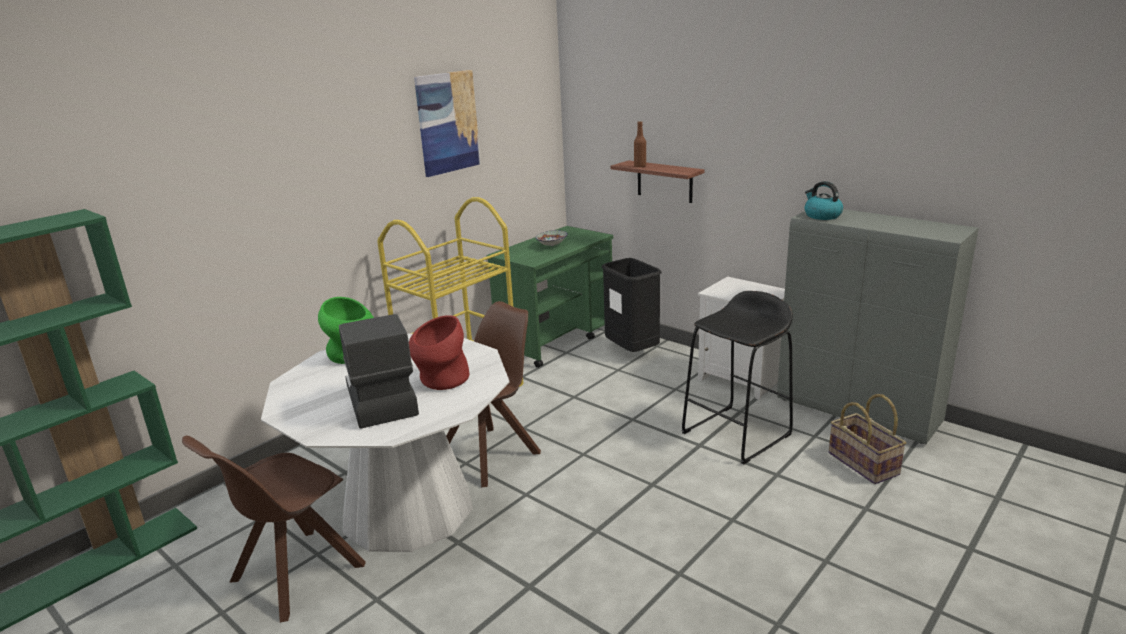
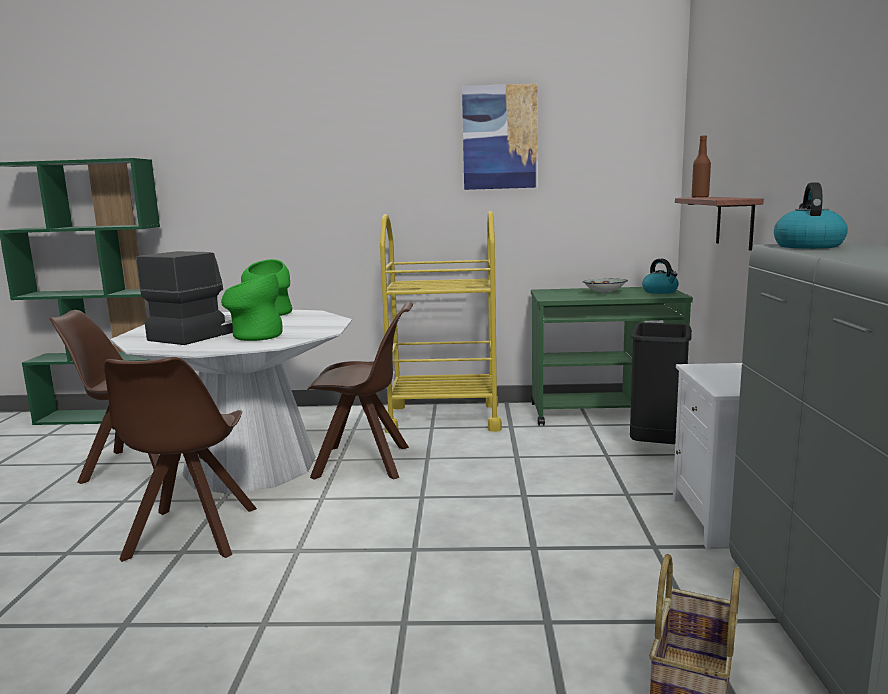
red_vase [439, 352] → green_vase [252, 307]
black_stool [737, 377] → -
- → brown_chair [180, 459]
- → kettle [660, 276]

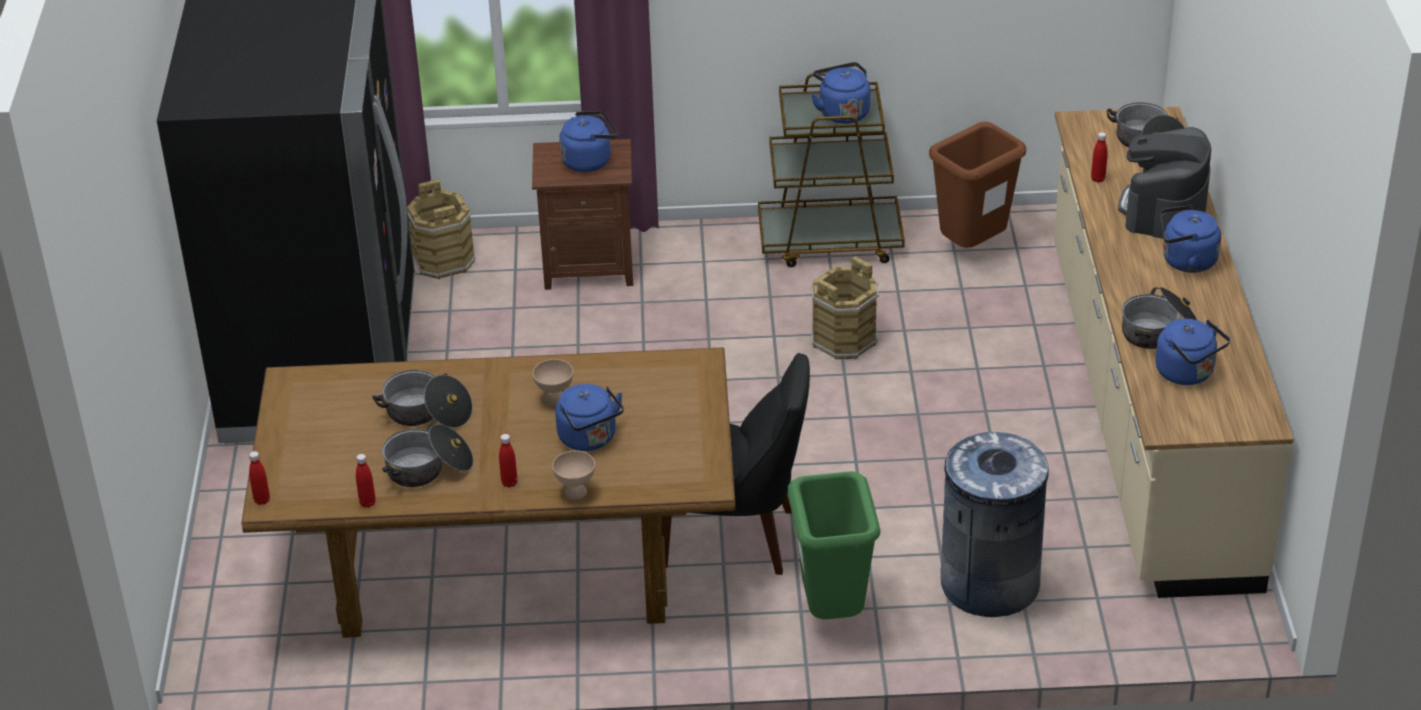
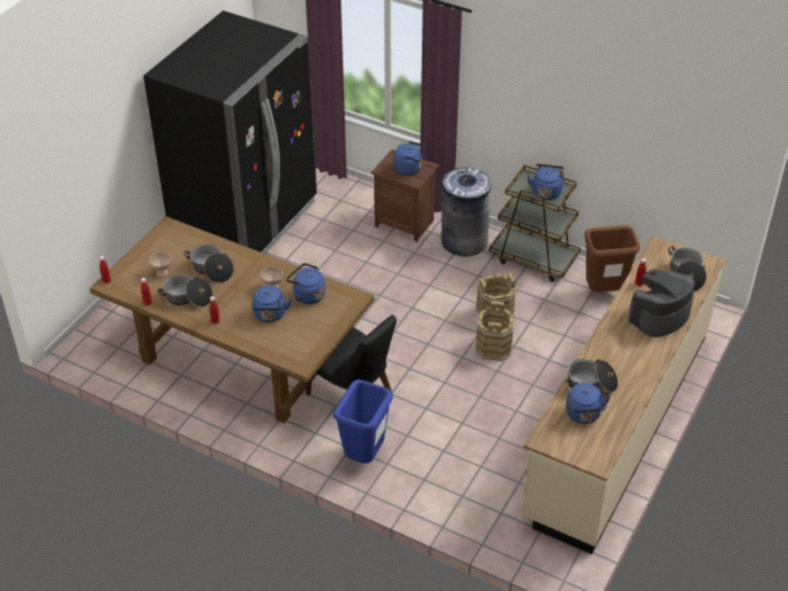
brown_bucket [441, 229] → brown_bucket [495, 331], relocated
beige_bowl [573, 475] → beige_bowl [160, 264], relocated
green_trash_can [833, 545] → blue_trash_can [363, 422]
grey_trash_can [994, 524] → grey_trash_can [466, 212], relocated
blue_kettle [1191, 239] → blue_kettle [305, 283], relocated

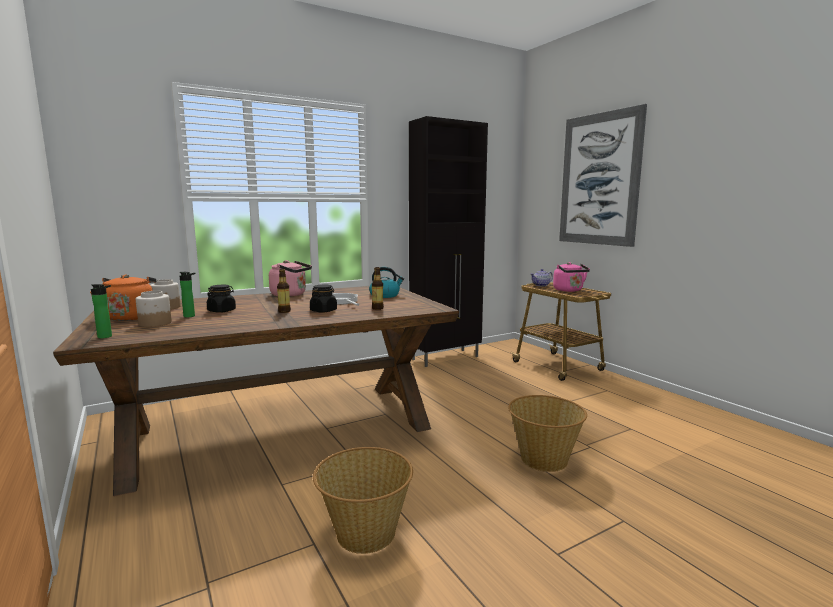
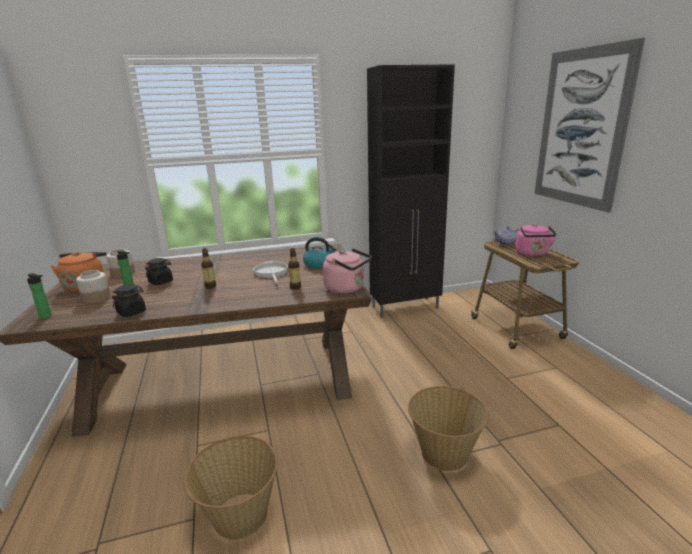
pink_kettle [290, 278] → pink_kettle [347, 271], relocated
black_jar [323, 298] → black_jar [129, 300], relocated

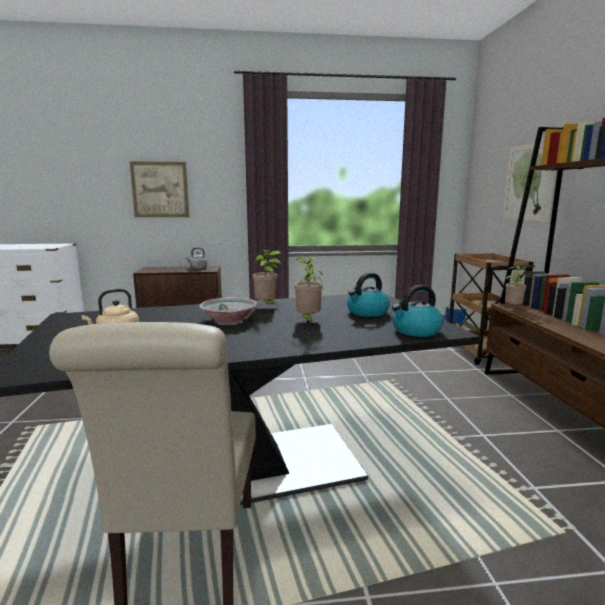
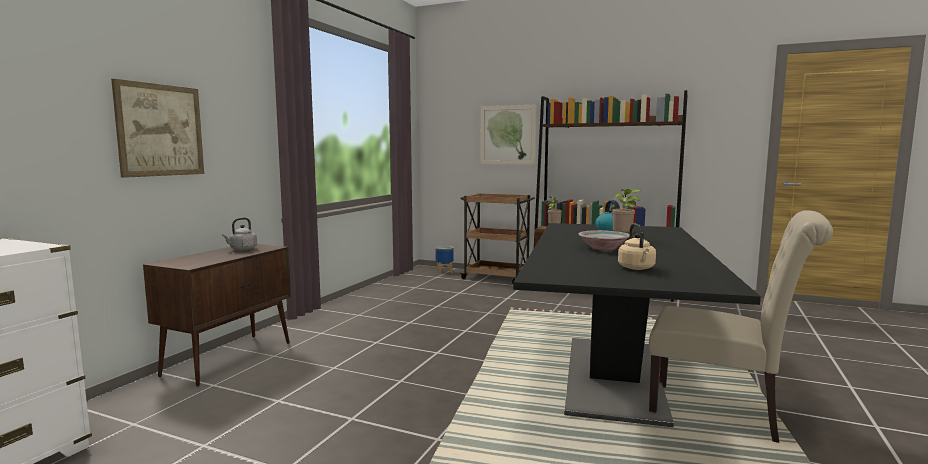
potted_plant [266, 278] → -
kettle [418, 311] → -

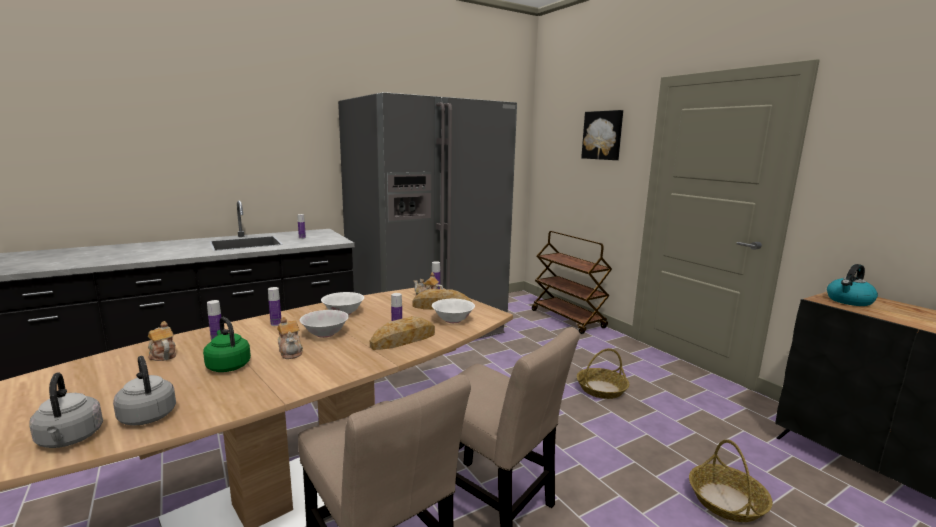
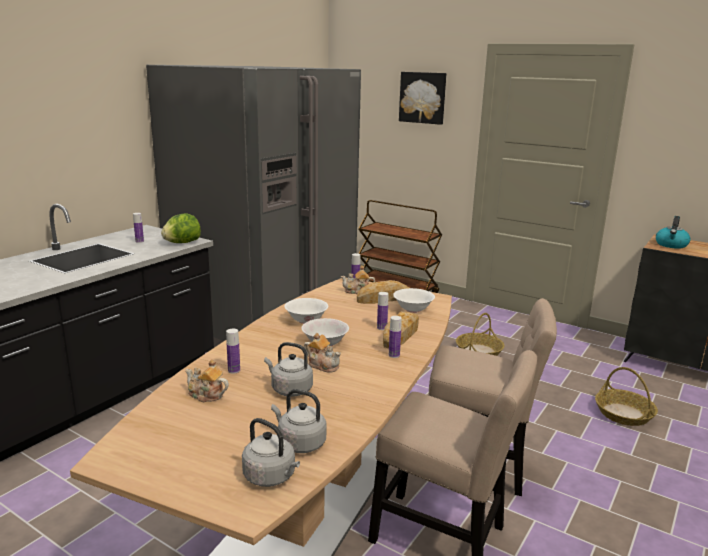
green_kettle [227, 344] → grey_kettle [288, 369]
bottle [274, 306] → bottle [395, 337], relocated
- → lettuce [181, 228]

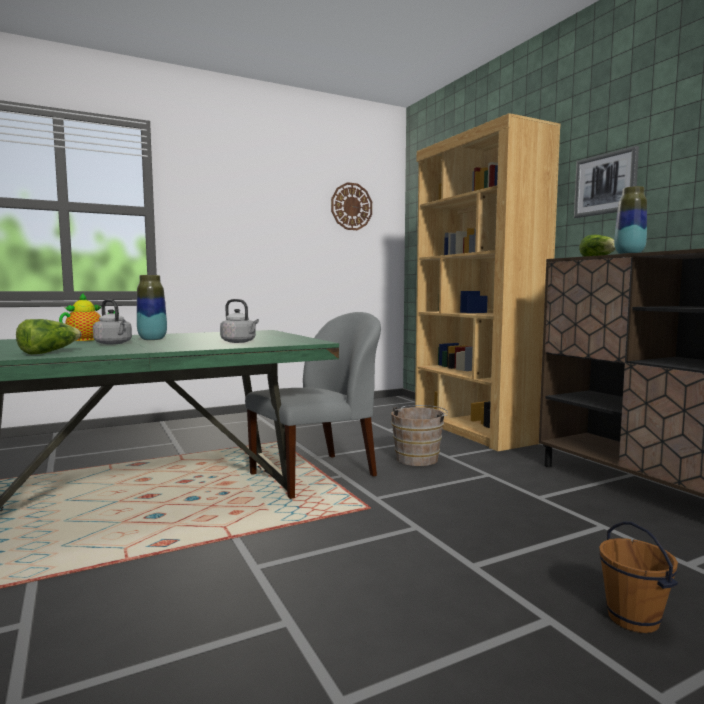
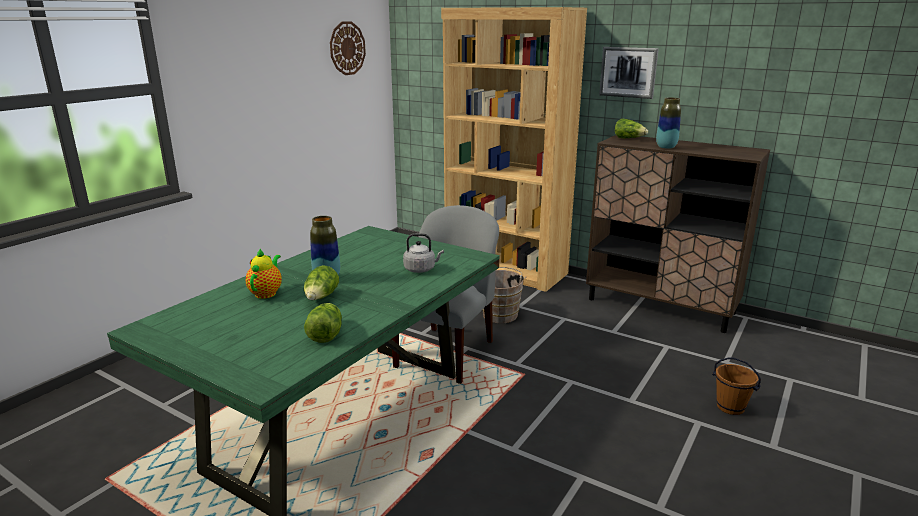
grey_kettle [112, 321] → lettuce [321, 282]

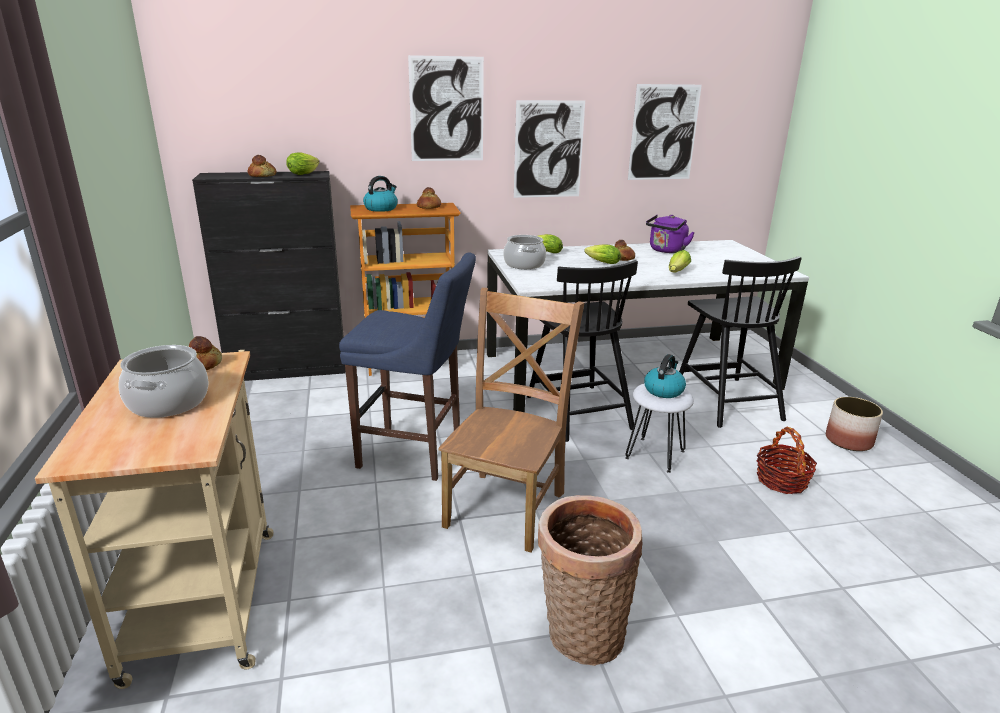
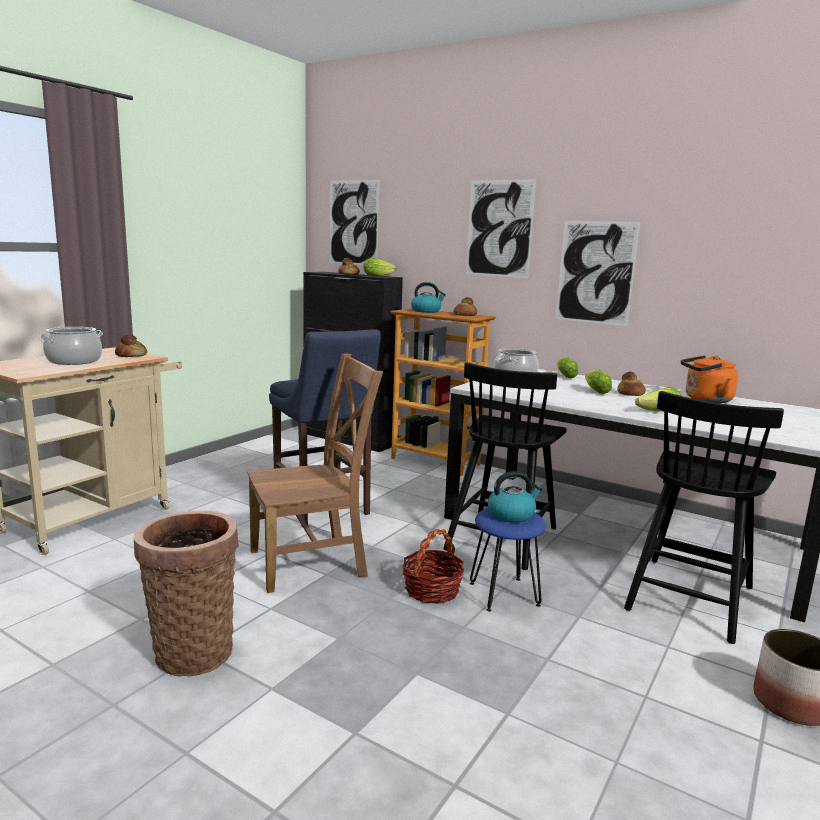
white_stool [659, 428] → blue_stool [508, 560]
picture [665, 132] → picture [354, 222], relocated
purple_kettle [670, 234] → orange_kettle [709, 379]
basket [787, 460] → basket [433, 566], relocated

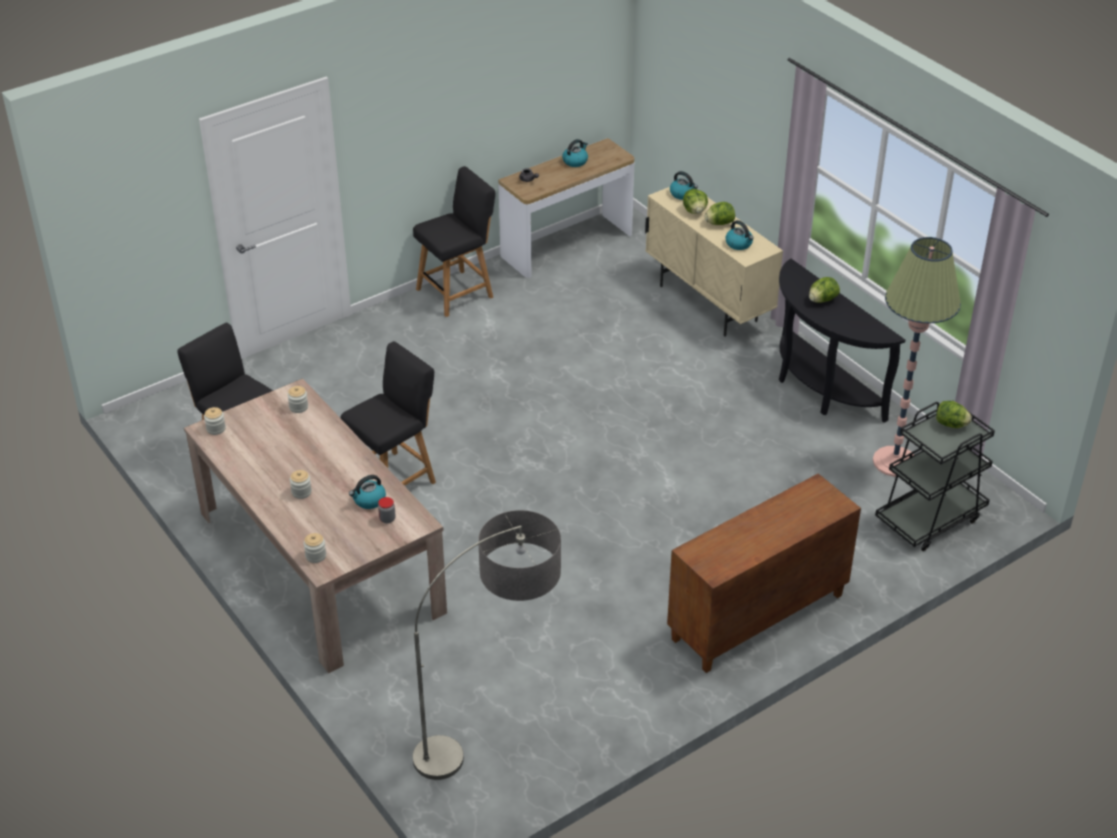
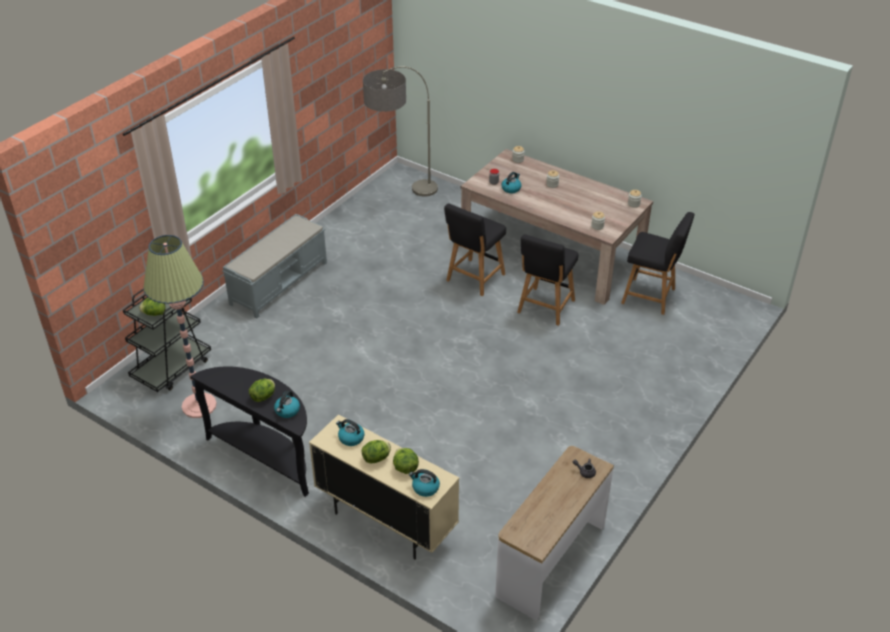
black_chair [454, 241] → black_chair [475, 249], relocated
kettle [575, 153] → kettle [287, 404], relocated
brown_cabinet [764, 573] → grey_bench [274, 266]

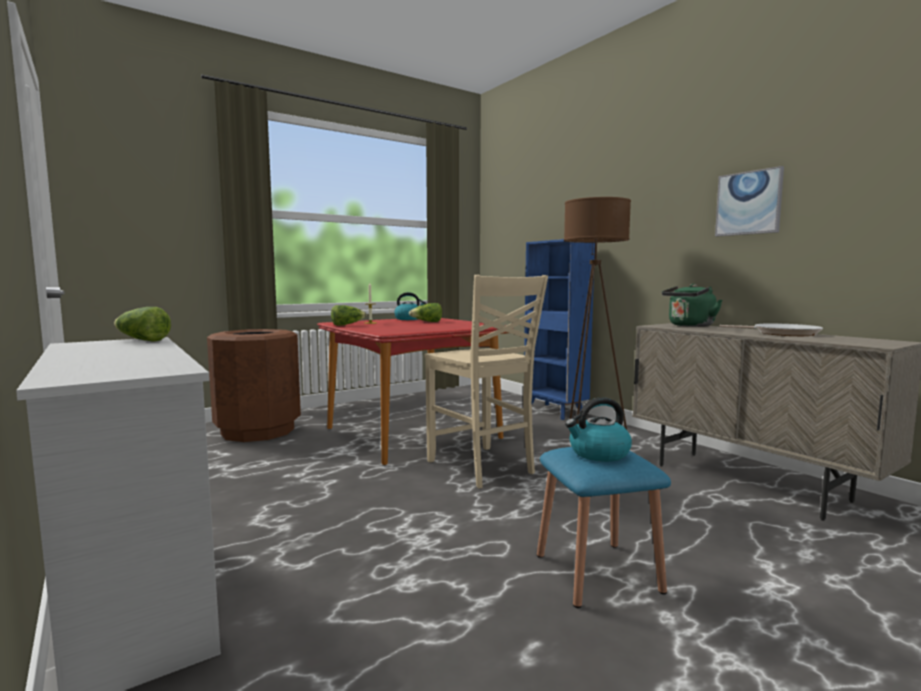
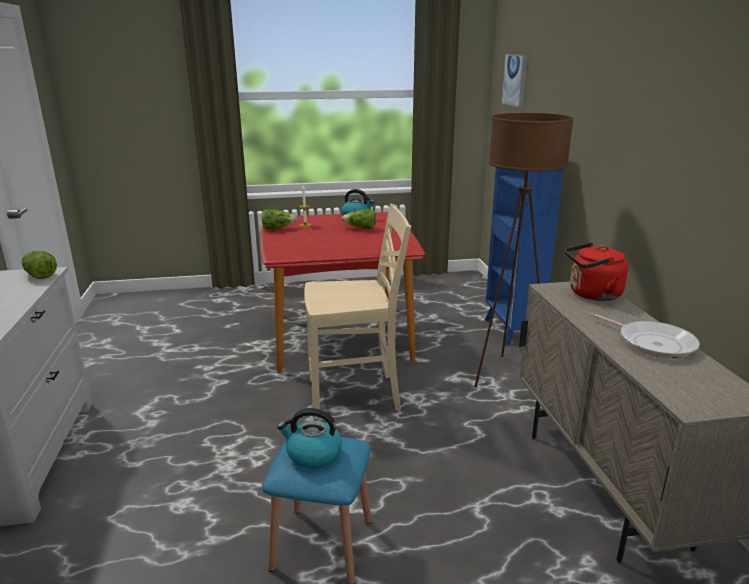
brown_trash_can [254, 385] → -
beige_chair [486, 381] → beige_chair [357, 312], 90 degrees counterclockwise
green_kettle [692, 305] → red_kettle [596, 271]
picture [749, 201] → picture [514, 81], relocated

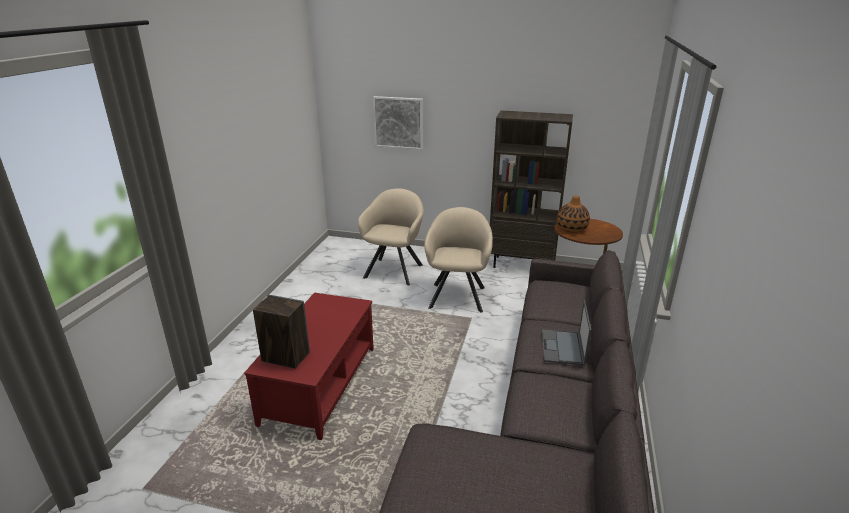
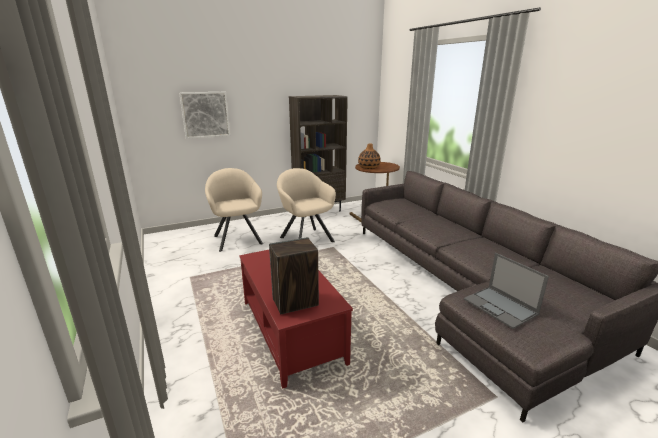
laptop [566, 333] → laptop [506, 291], relocated

